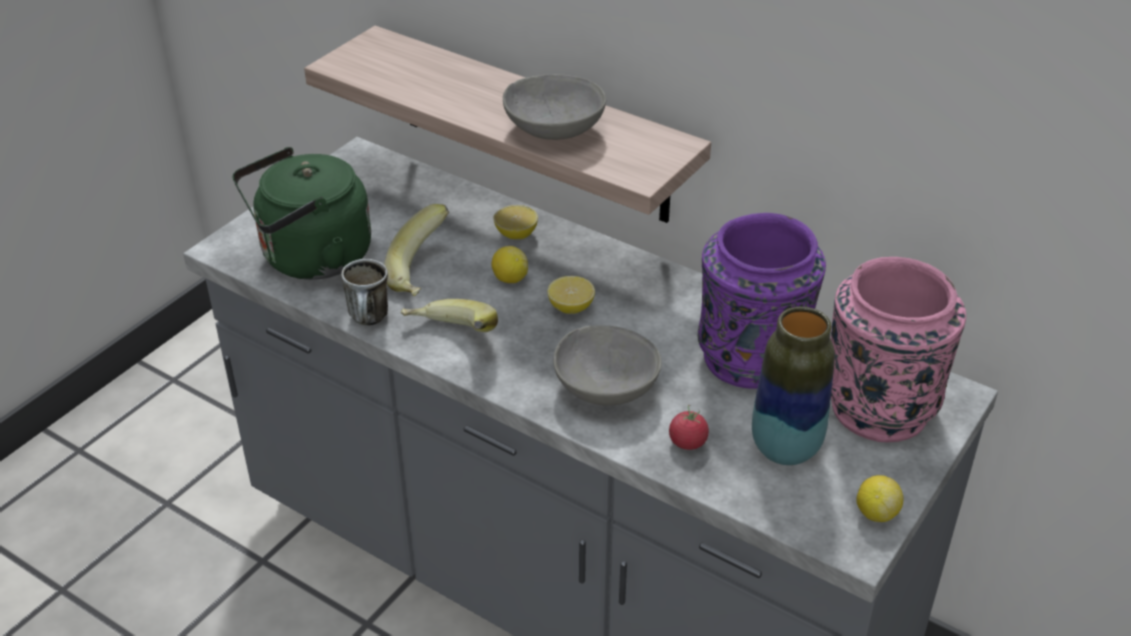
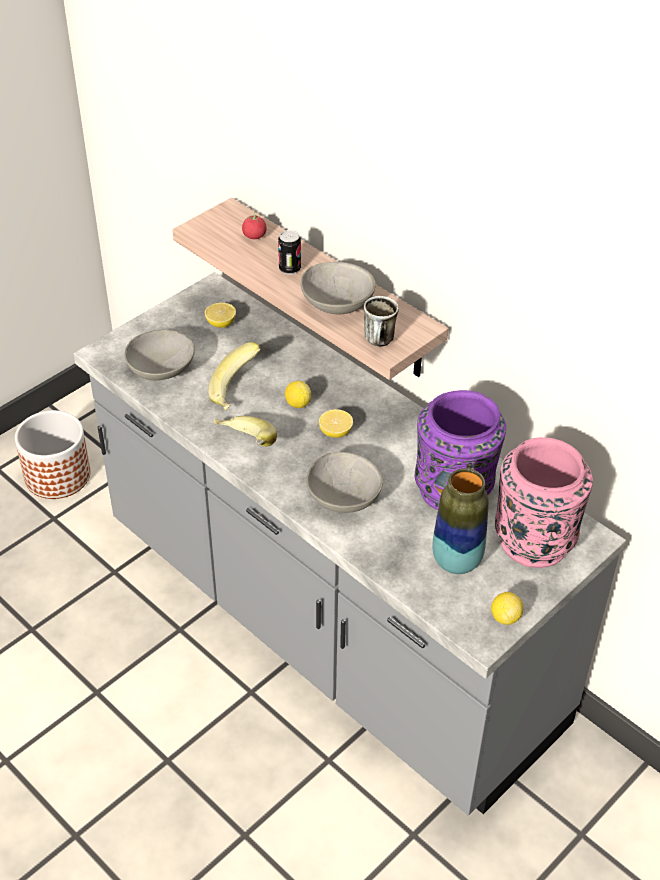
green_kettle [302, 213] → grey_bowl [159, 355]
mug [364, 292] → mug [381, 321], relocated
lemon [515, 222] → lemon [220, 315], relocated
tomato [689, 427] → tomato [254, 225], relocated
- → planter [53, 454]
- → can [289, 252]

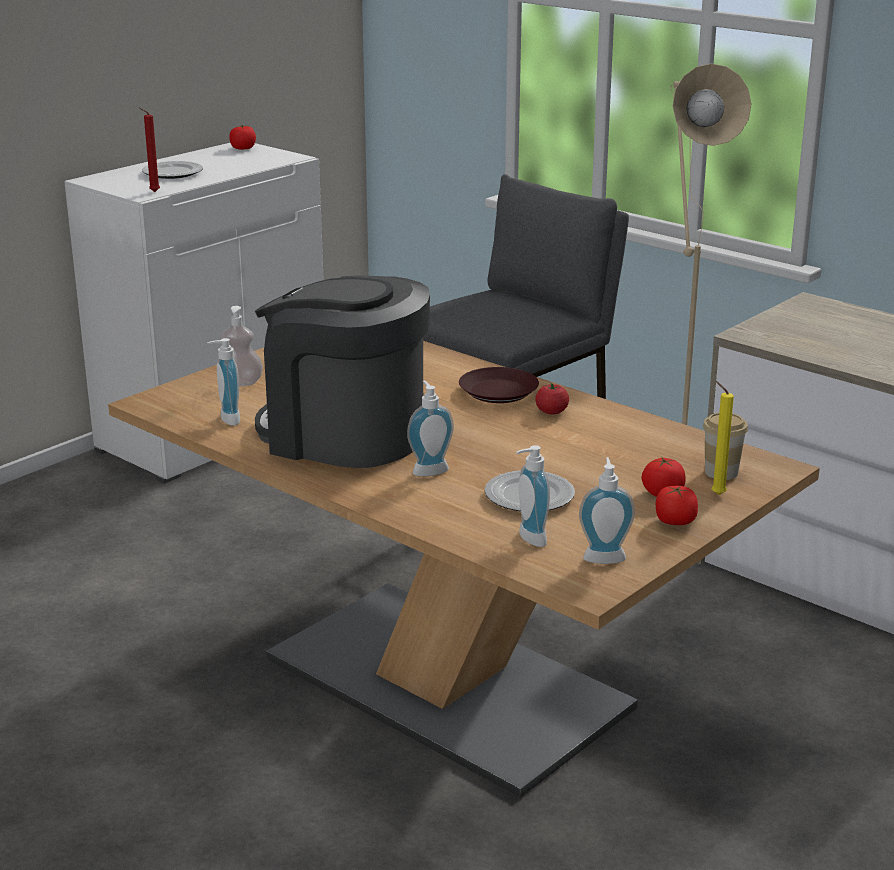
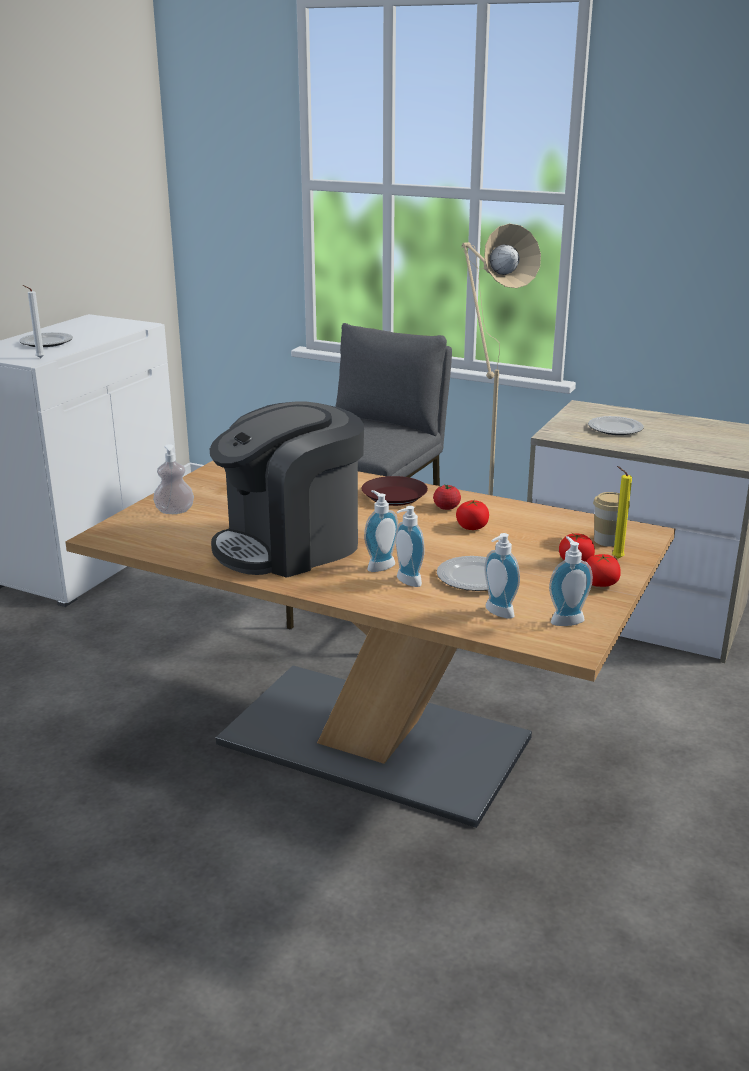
red_candle [149, 150] → white_candle [34, 321]
soap_dispenser [223, 382] → soap_dispenser [410, 546], relocated
tomato [242, 137] → tomato [472, 515], relocated
coffee_machine [342, 371] → coffee_machine [287, 490], 45 degrees counterclockwise
- → plate [616, 425]

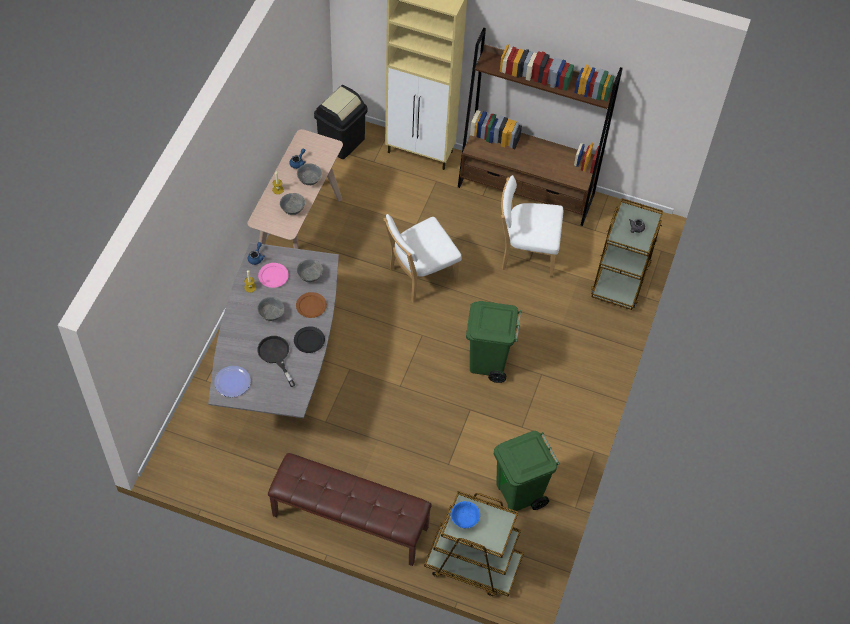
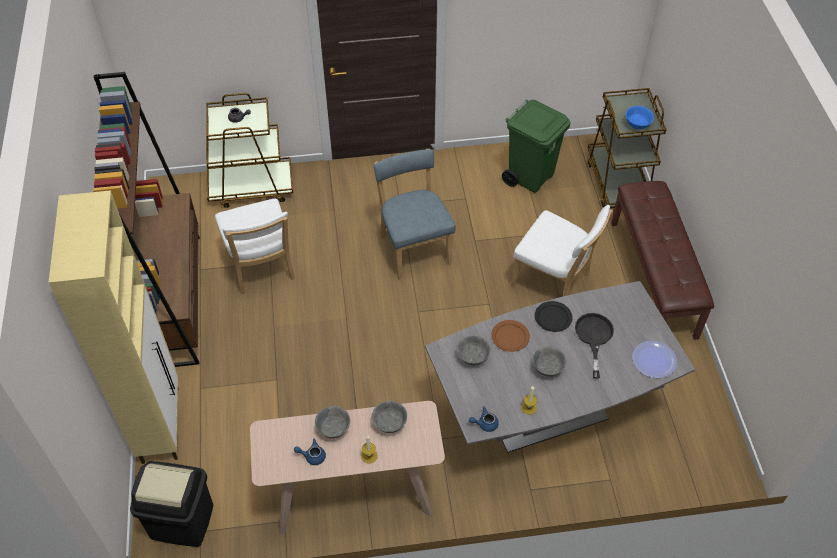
black_frying_pan [276, 361] → black_frying_pan [594, 345], 150 degrees clockwise
pink_plate [273, 275] → -
white_chair [422, 258] → white_chair [562, 250], relocated
green_trash_can [493, 342] → blue_chair [414, 214]

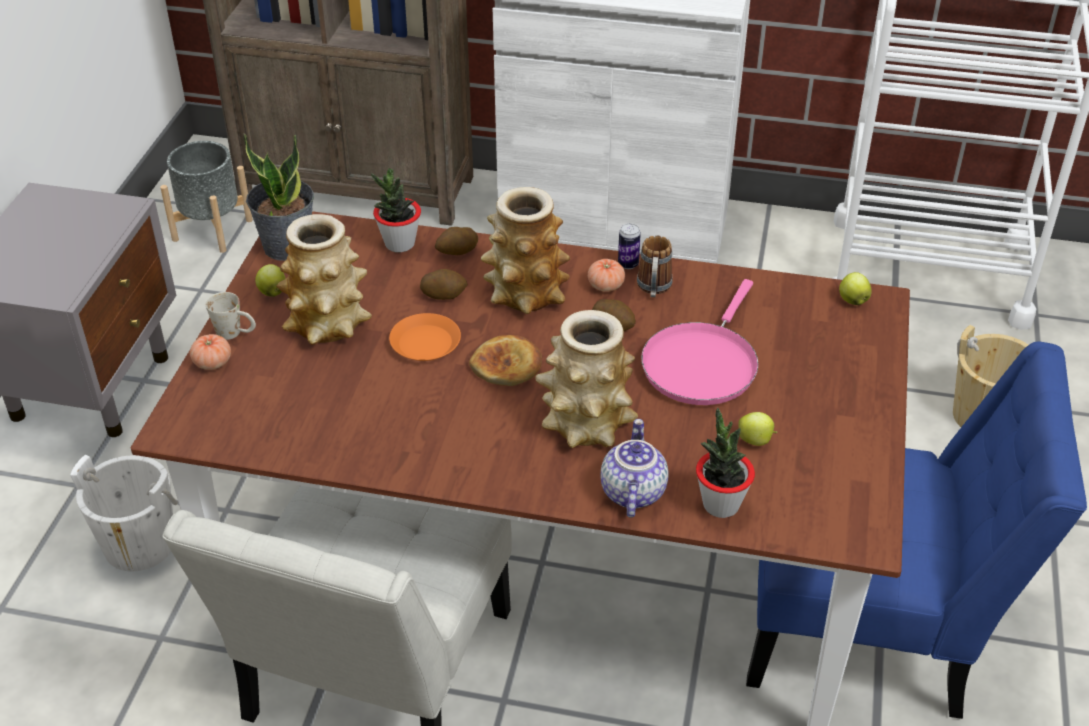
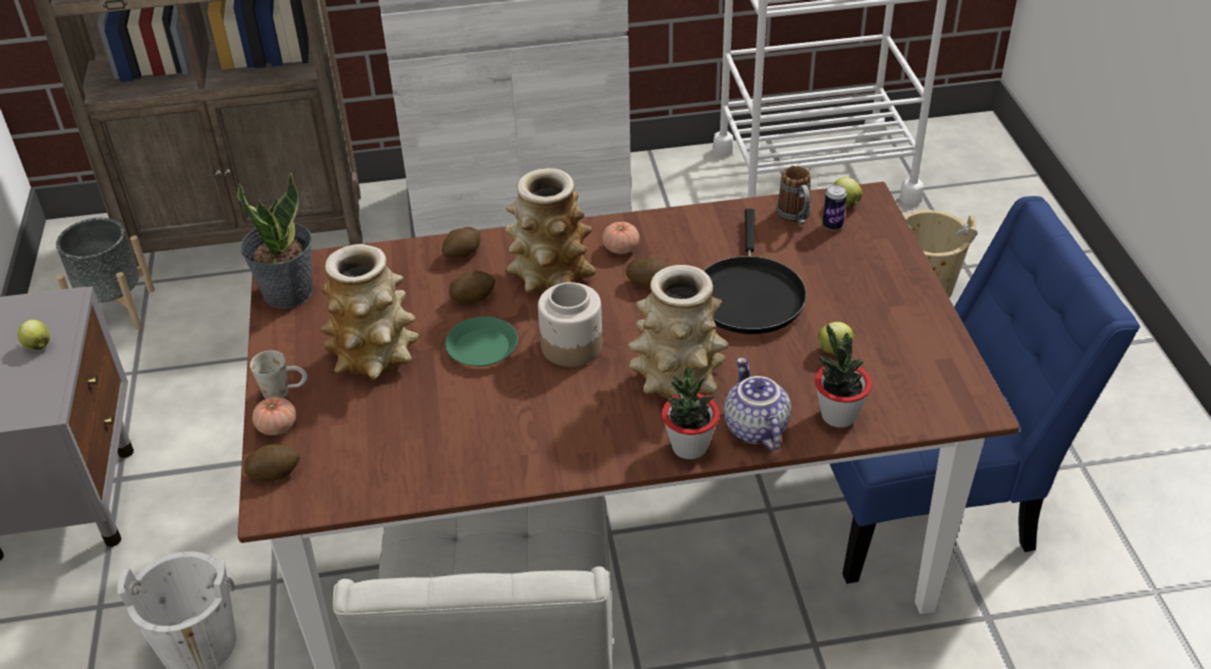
apple [270, 280] → apple [34, 334], relocated
potted_plant [396, 210] → potted_plant [691, 413], relocated
orange_plate [425, 337] → green_plate [481, 341]
bread [505, 360] → jar [570, 324]
can [629, 246] → can [834, 208], relocated
mug [655, 266] → mug [793, 195], relocated
pink_frying_pan [700, 342] → black_frying_pan [755, 271]
- → potato [272, 462]

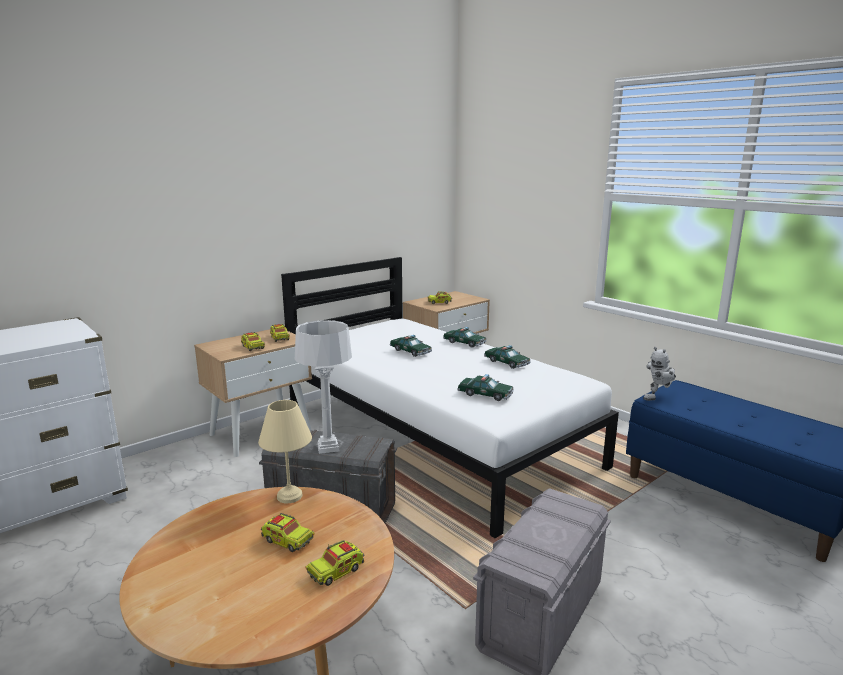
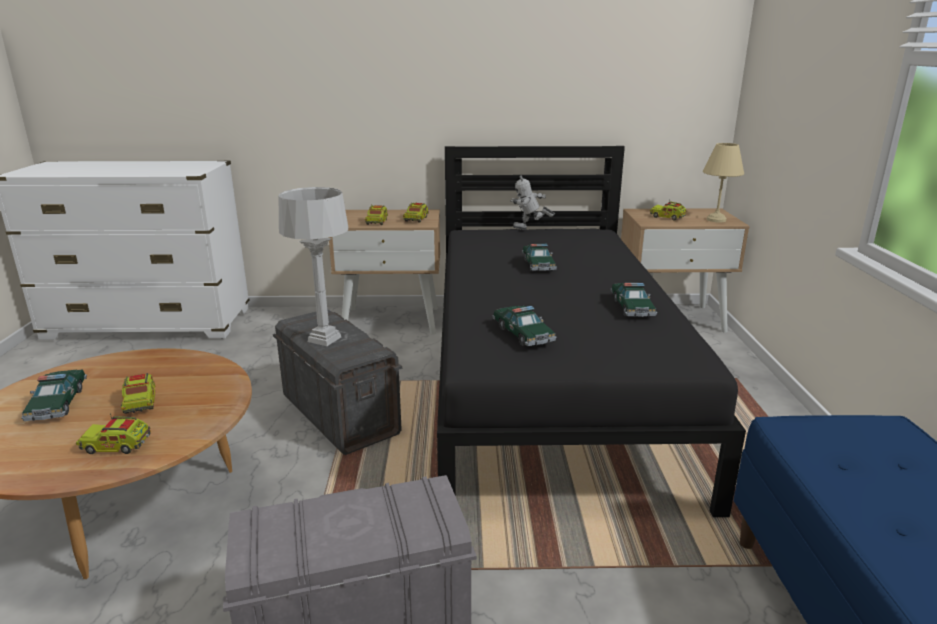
beige_table_lamp [285, 451] → beige_table_lamp [723, 182], relocated
white_bed [450, 397] → black_bed [591, 331]
toy_car [465, 337] → toy_car [54, 395], relocated
toy_robot [659, 374] → toy_robot [532, 202], relocated

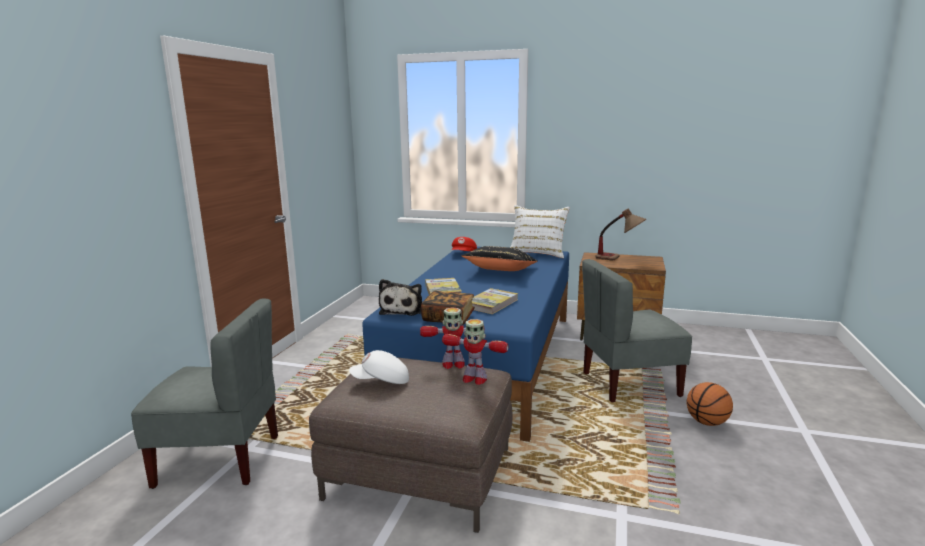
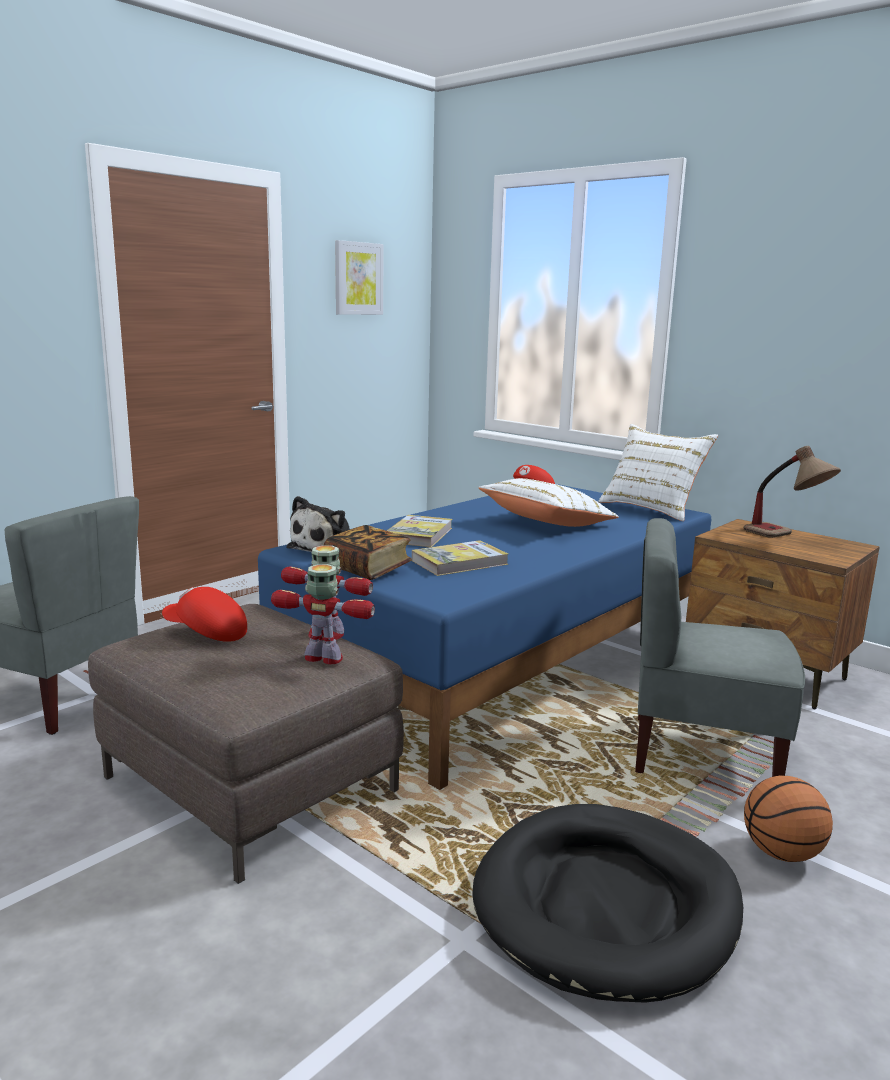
white_cap [379, 367] → red_cap [204, 614]
toy_robot [475, 352] → toy_robot [323, 614], 150 degrees clockwise
black_pillow [499, 258] → white_pillow [548, 502]
- → picture [359, 277]
- → black_dog_bed [608, 903]

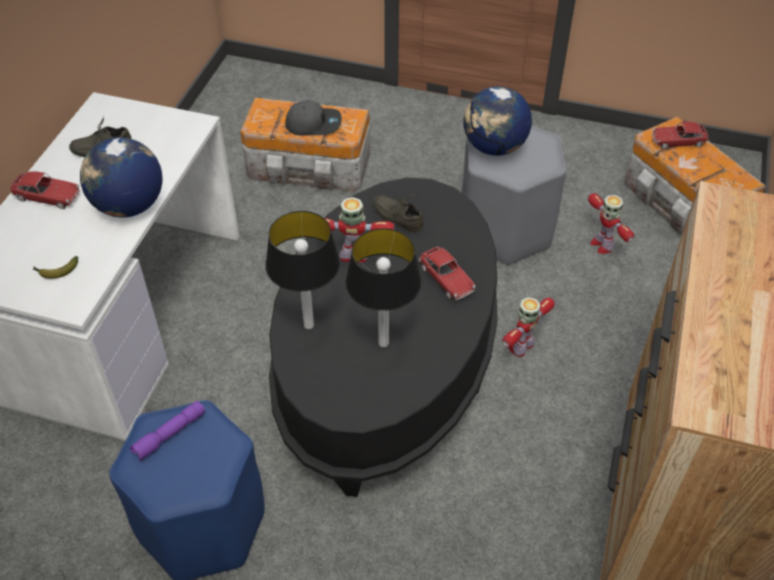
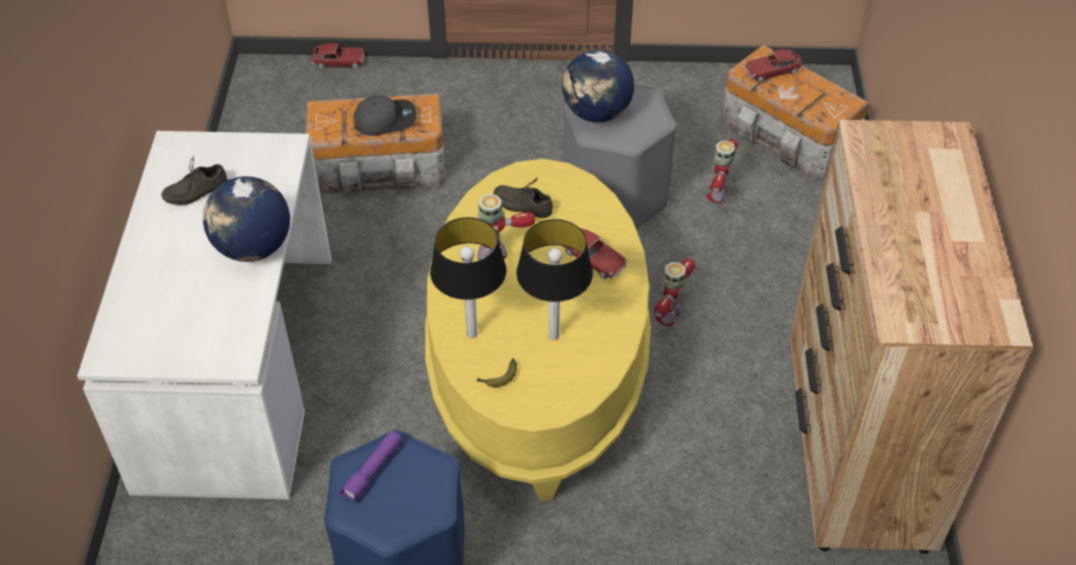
toy_car [45, 190] → toy_car [338, 56], relocated
banana [55, 267] → banana [497, 372], relocated
black_coffee_table [383, 337] → yellow_coffee_table [538, 330]
toy_robot [611, 223] → toy_robot [722, 171], 60 degrees clockwise

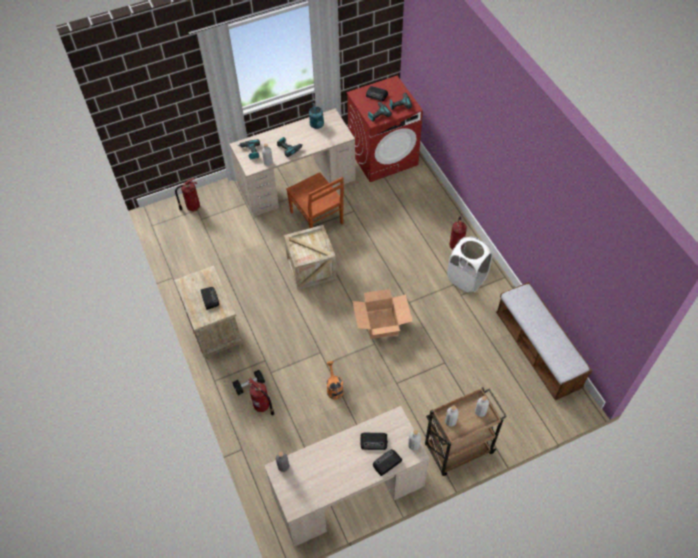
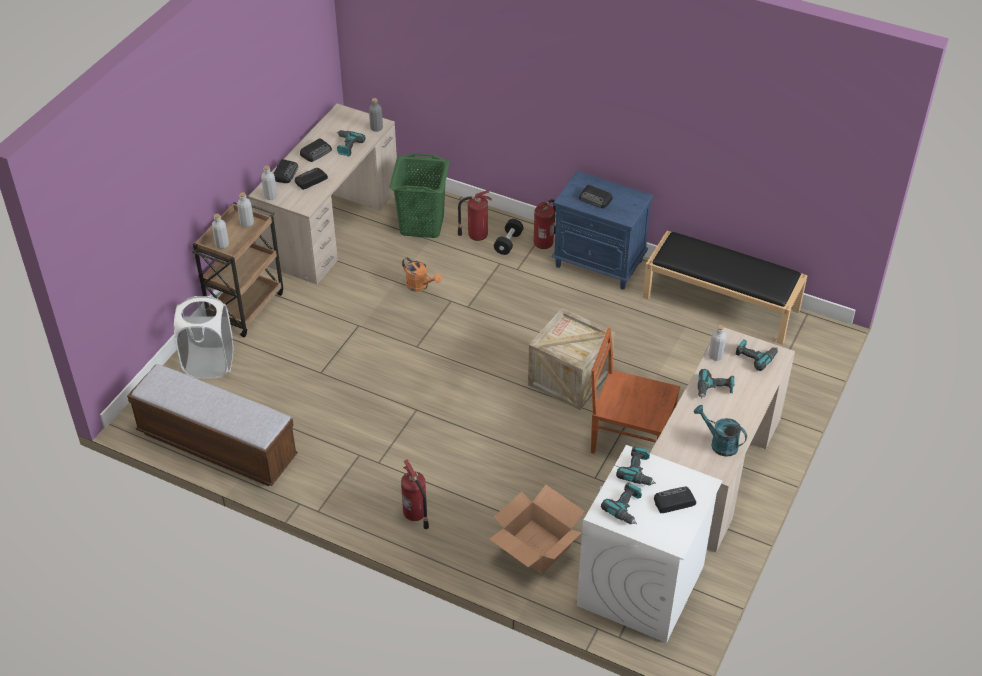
beige_nightstand [209, 313] → blue_nightstand [602, 230]
fire_extinguisher [187, 194] → fire_extinguisher [545, 224], relocated
red_washing_machine [385, 129] → white_washing_machine [649, 544]
cardboard_box [382, 314] → cardboard_box [537, 530], relocated
white_laundry_basket [470, 264] → white_laundry_basket [203, 337], relocated
- → radio [316, 150]
- → power_drill [351, 143]
- → green_laundry_basket [419, 195]
- → black_bench [725, 288]

